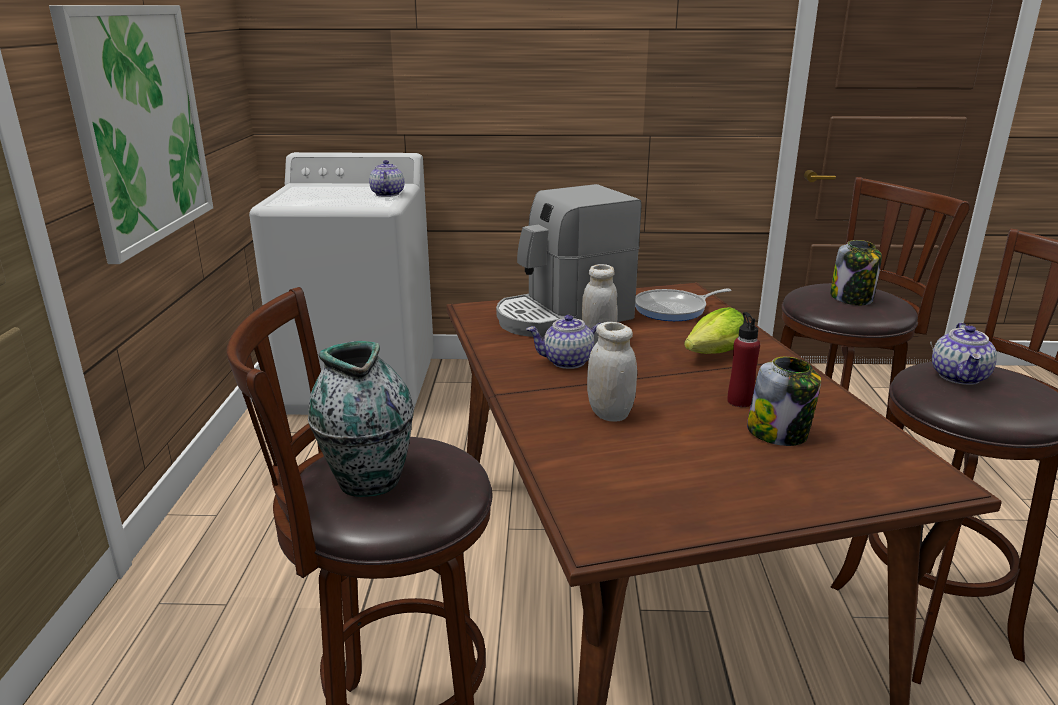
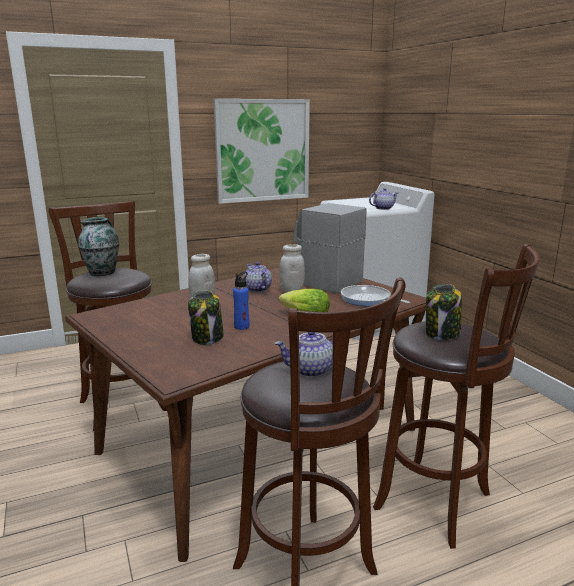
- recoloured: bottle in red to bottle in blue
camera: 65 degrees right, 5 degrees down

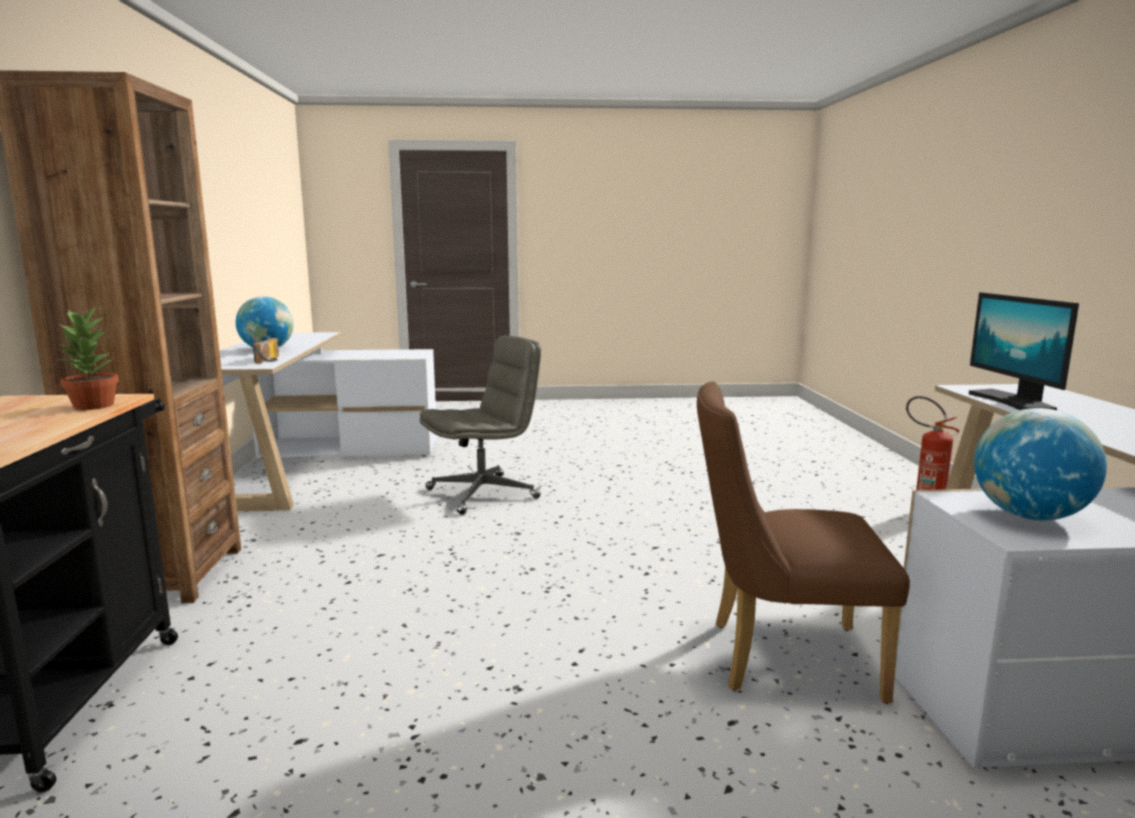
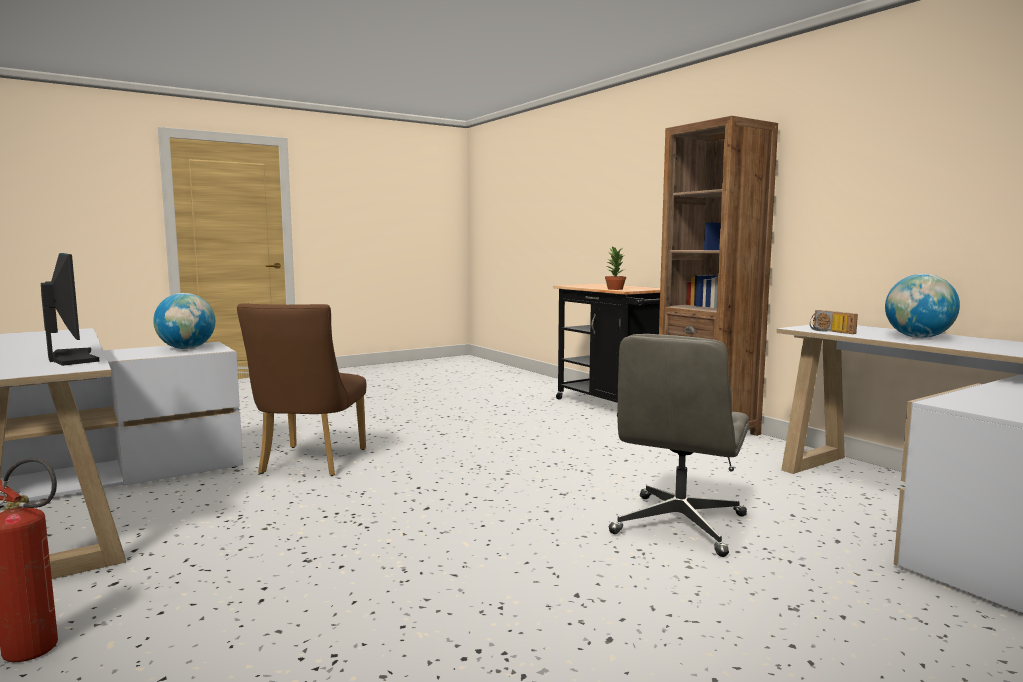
- turned: chair in brown 120 degrees clockwise
camera: 150 degrees right, 5 degrees down

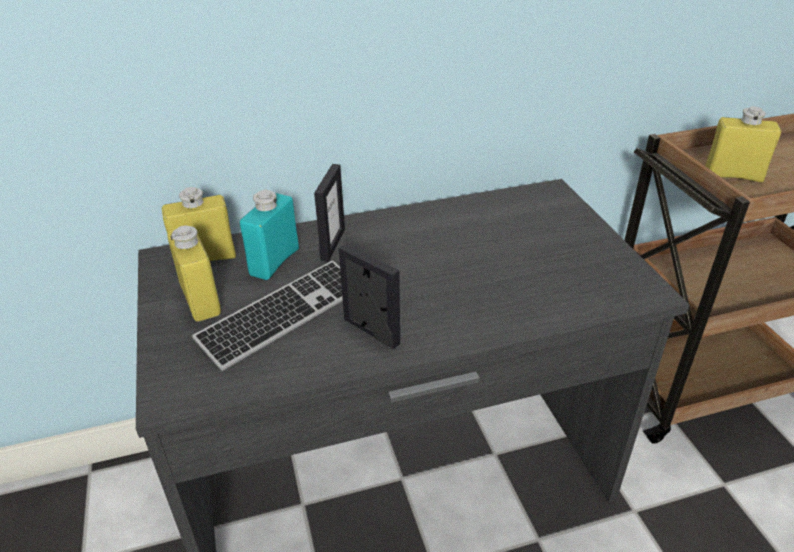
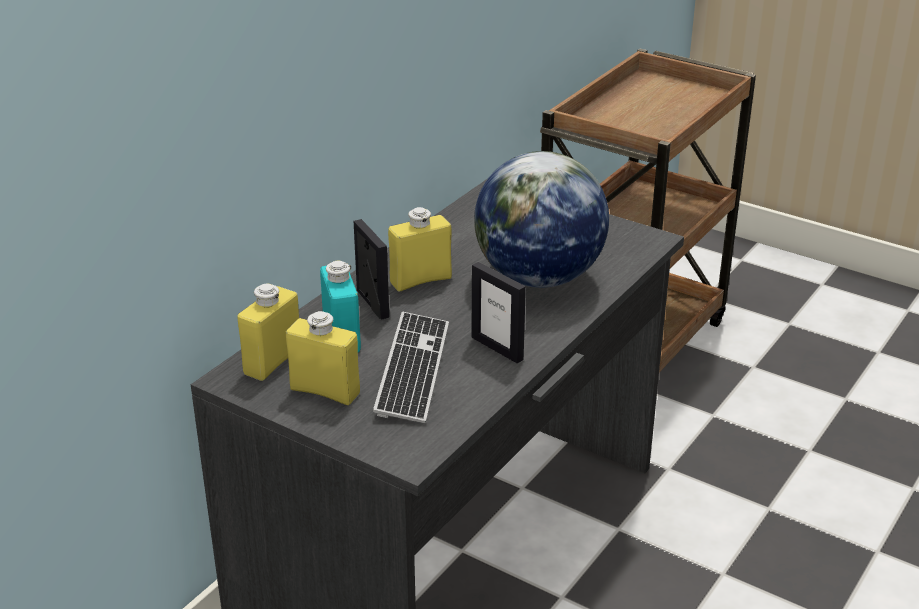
- moved: bottle in yellow (3rd from left)
- turned: picture frame (2nd from left) 135 degrees counterclockwise
- added: globe
camera: 40 degrees left, 5 degrees down

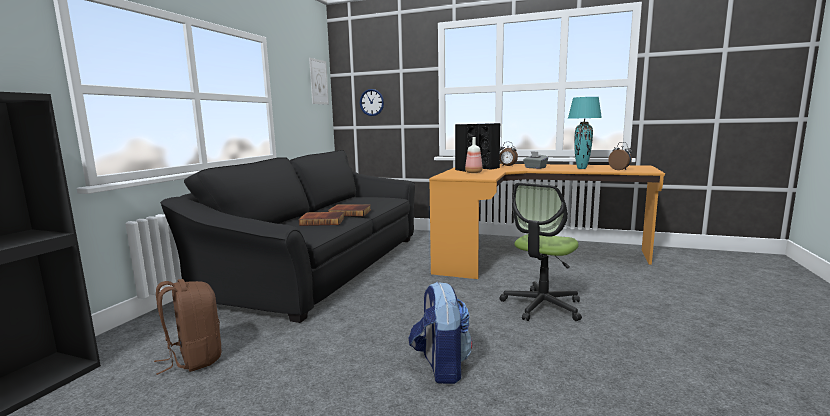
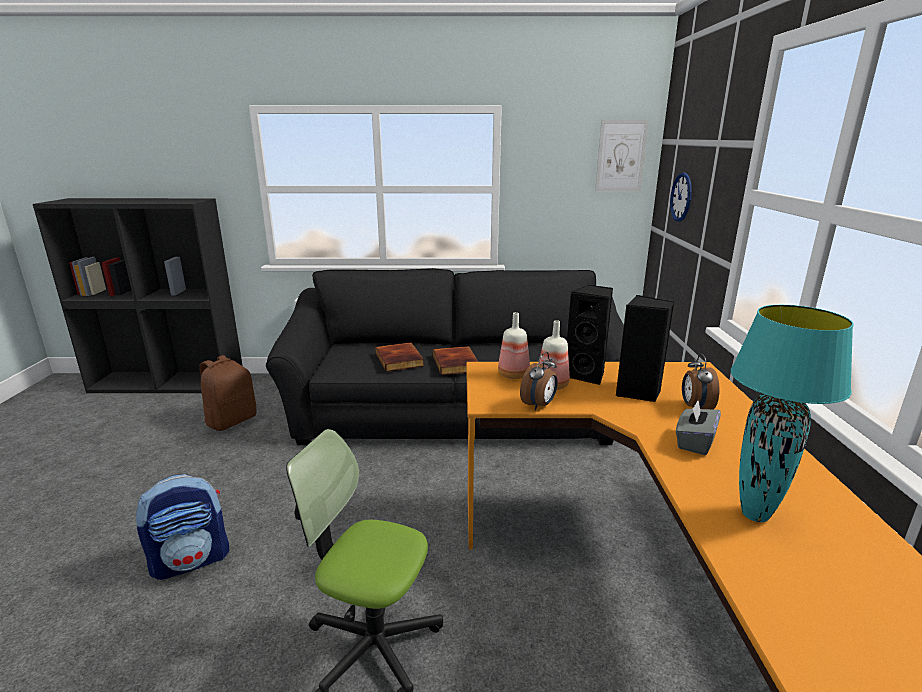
- added: bottle (1st from left)
- moved: alarm clock (2nd from left in the first image) to alarm clock (1st from left)
camera: 70 degrees right, 10 degrees up

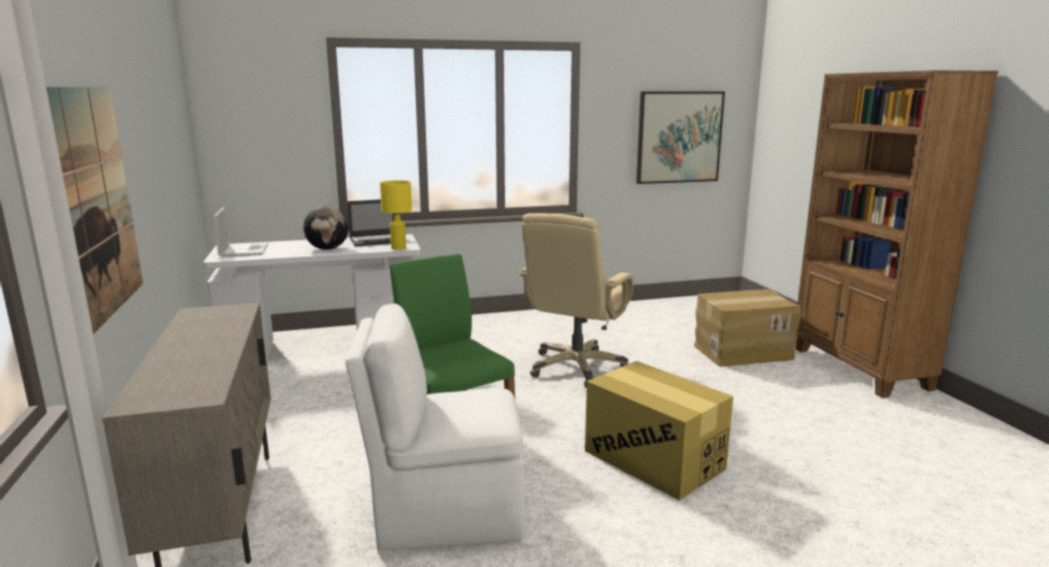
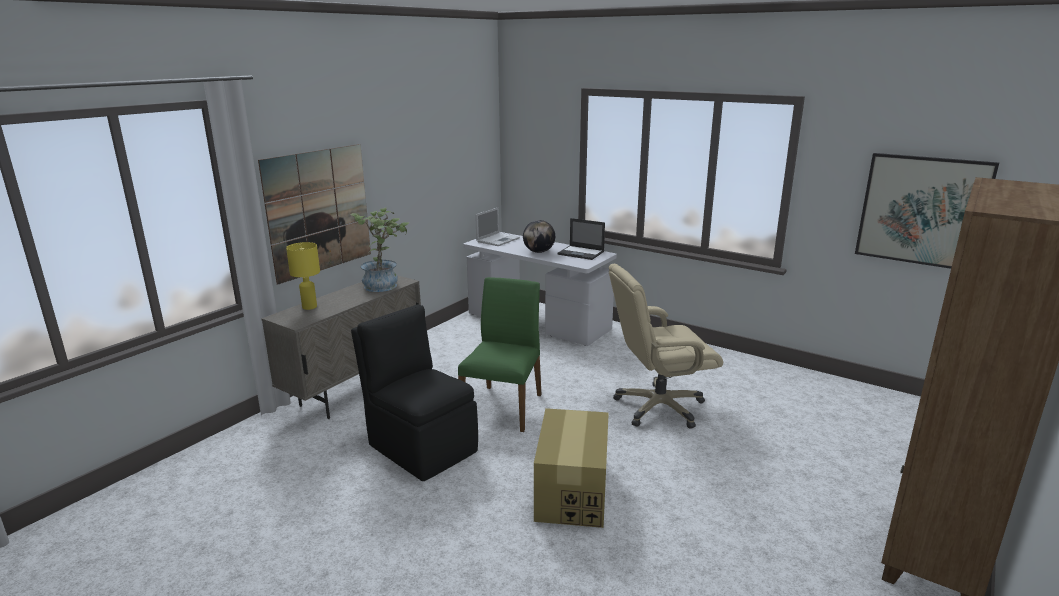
- moved: table lamp in yellow
- added: potted plant
- recoloured: chair in white to chair in black
- removed: cardboard box (2nd from left)
camera: 50 degrees right, 5 degrees up

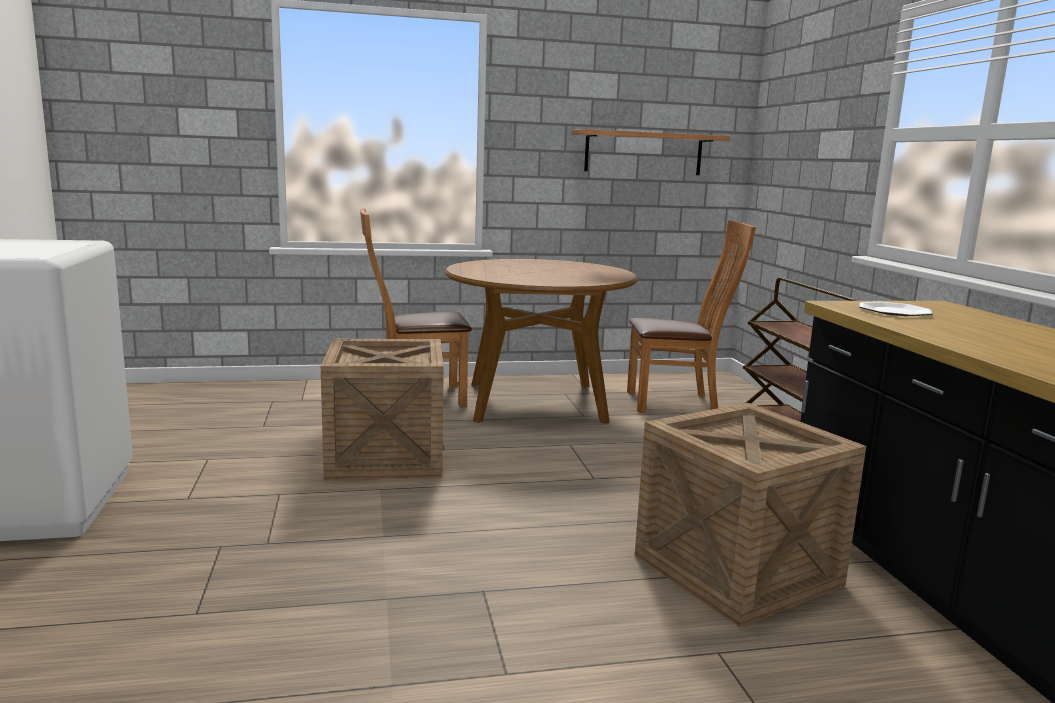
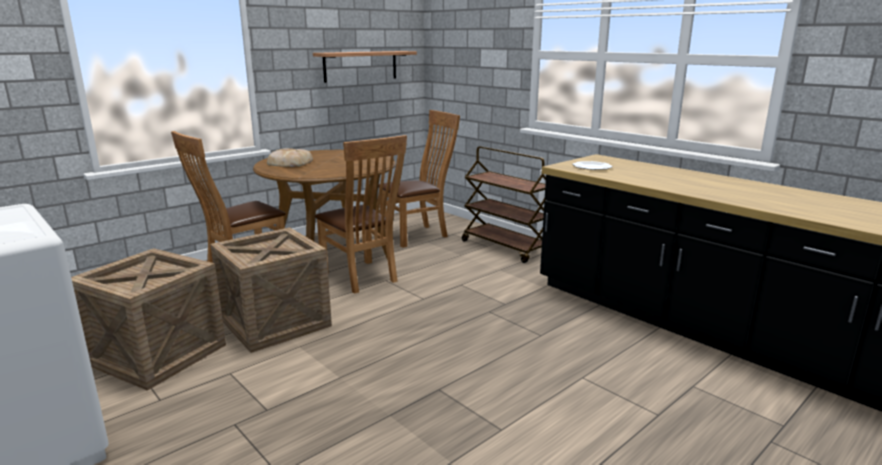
- moved: crate (2nd from left in the first image) to crate (1st from left)
- added: bread
- added: chair in brown (2nd from left)
camera: 30 degrees left, 5 degrees up

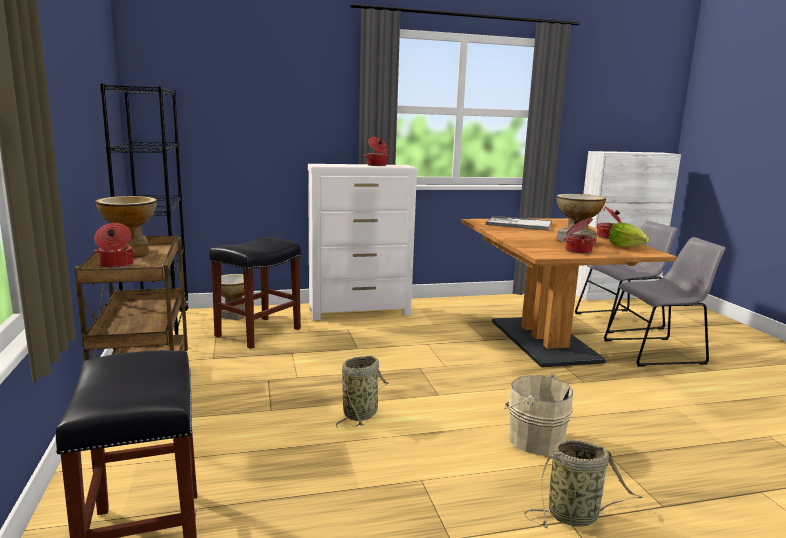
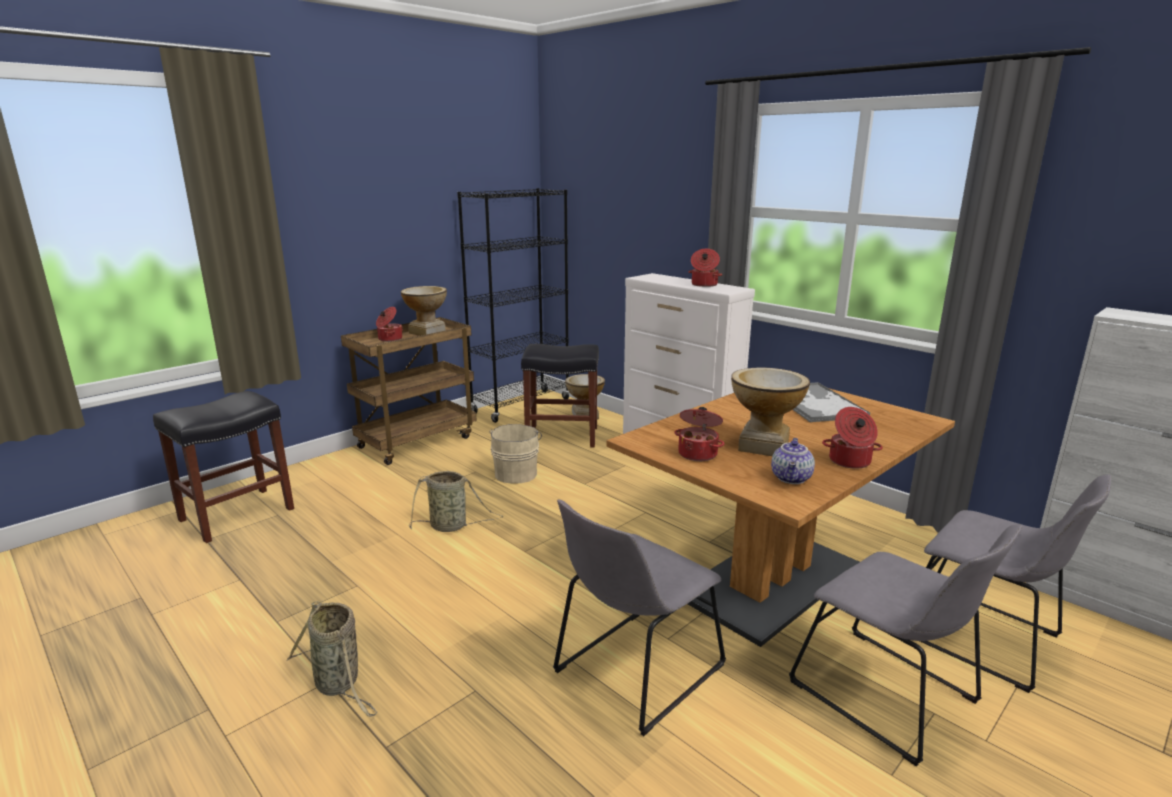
- moved: bucket in beige
- added: chair in grey (1st from left)
- replaced: lettuce to teapot
camera: 60 degrees right, 5 degrees up

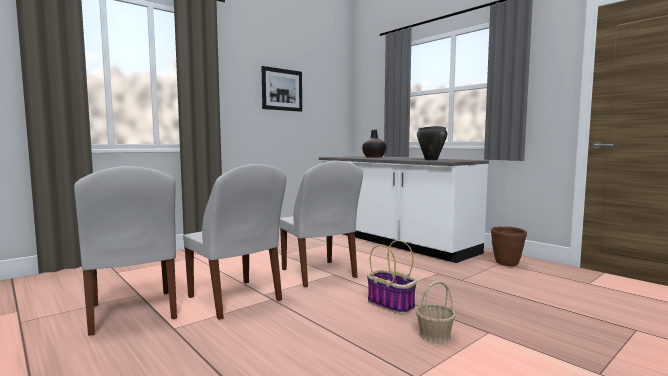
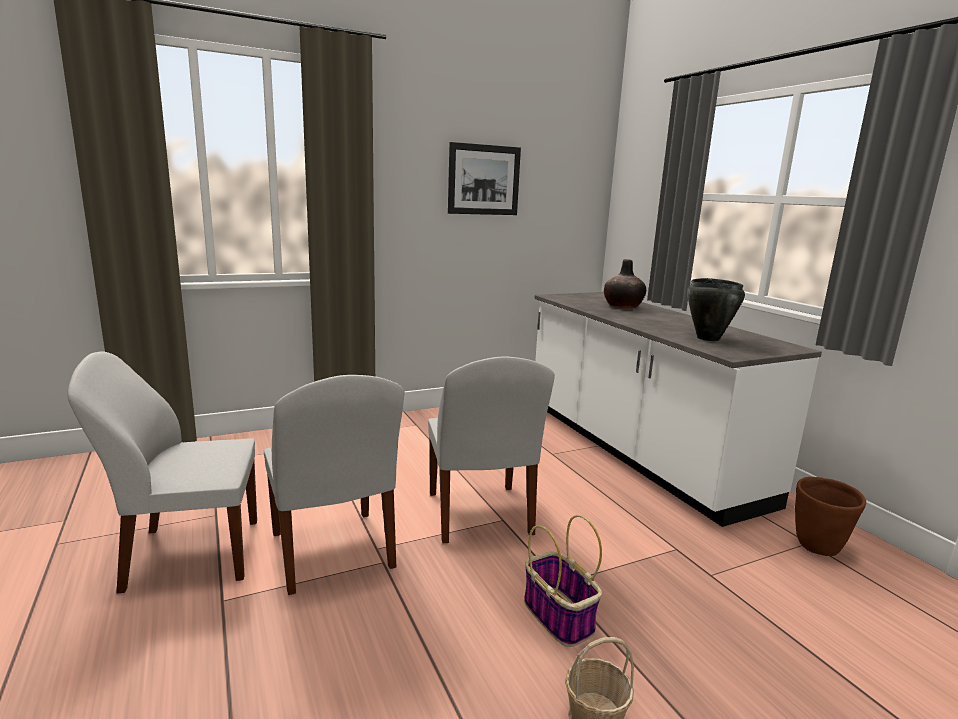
- turned: chair in white (1st from left) 90 degrees clockwise
camera: 15 degrees right, 10 degrees up

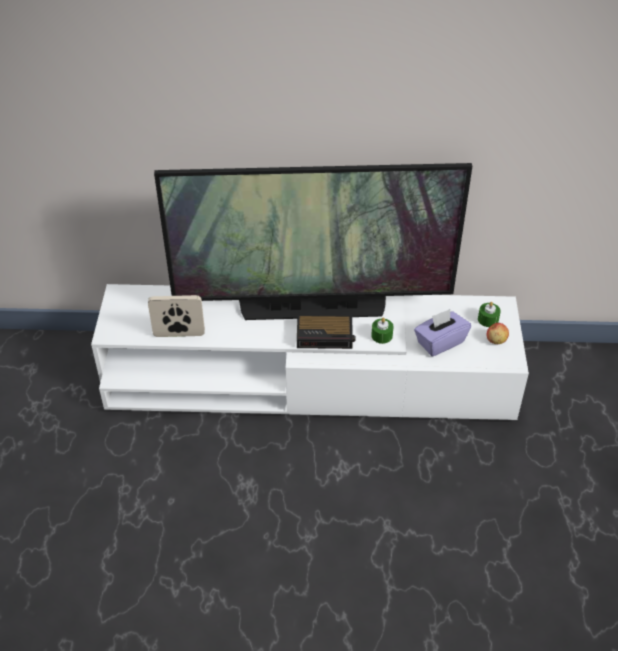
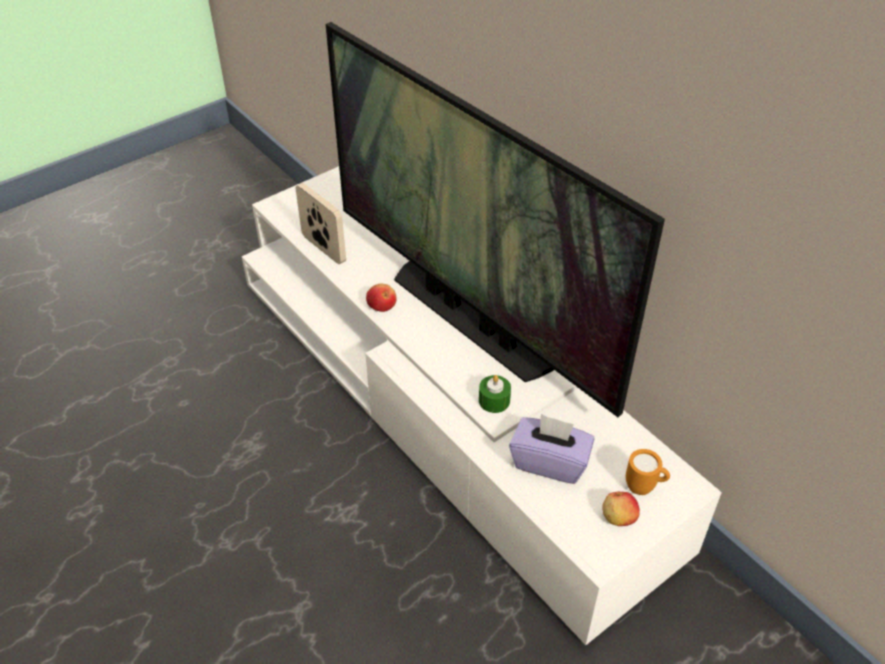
- added: apple (1st from left)
- replaced: candle in green (2nd from left) to mug in orange
- removed: alarm clock
camera: 50 degrees right, 0 degrees up

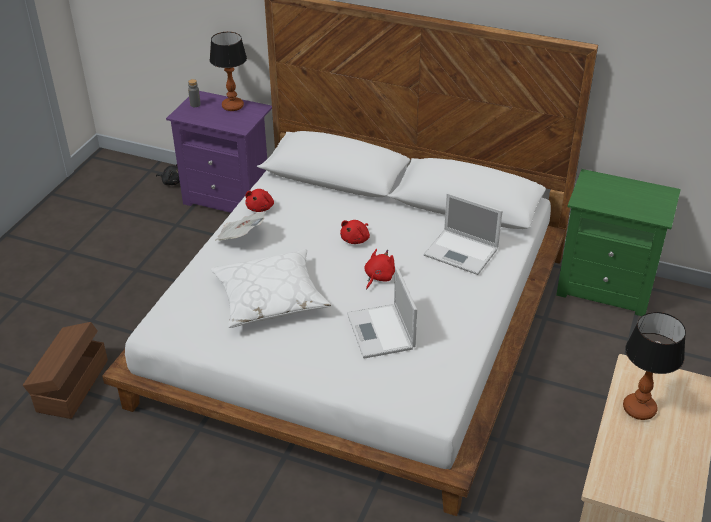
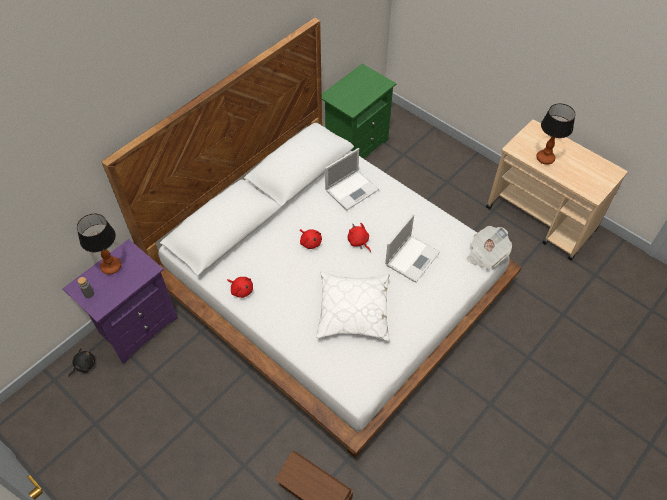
- turned: laptop (1st from left in the first image) 60 degrees counterclockwise
- moved: newspaper
camera: 70 degrees left, 15 degrees up

